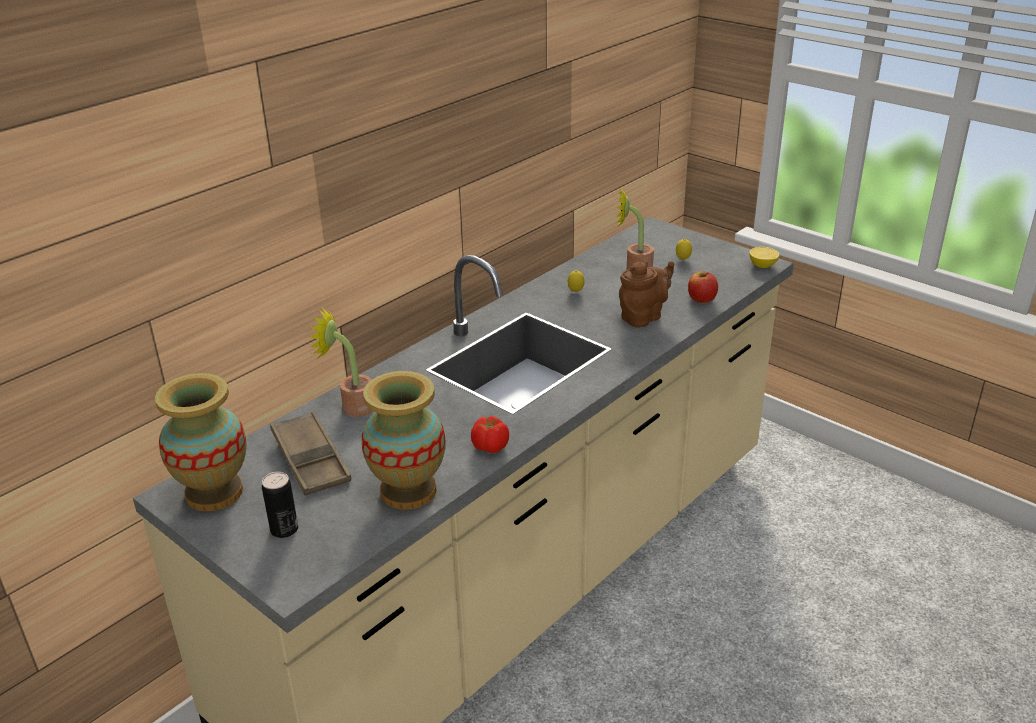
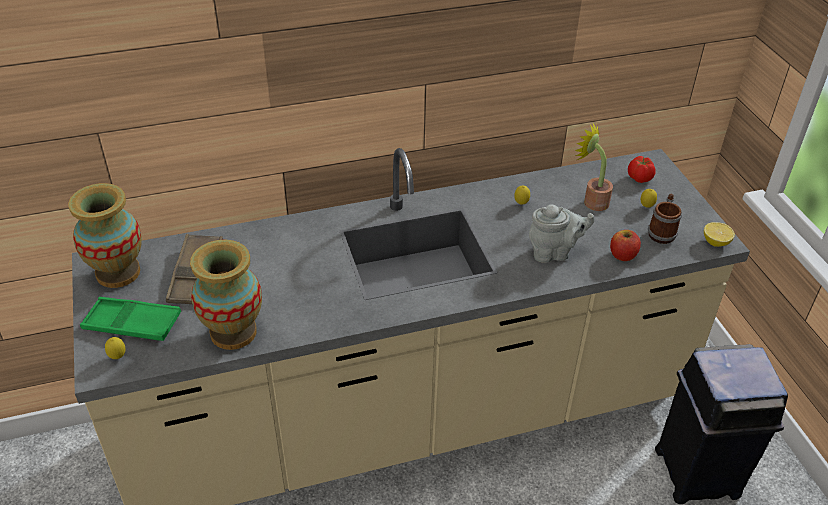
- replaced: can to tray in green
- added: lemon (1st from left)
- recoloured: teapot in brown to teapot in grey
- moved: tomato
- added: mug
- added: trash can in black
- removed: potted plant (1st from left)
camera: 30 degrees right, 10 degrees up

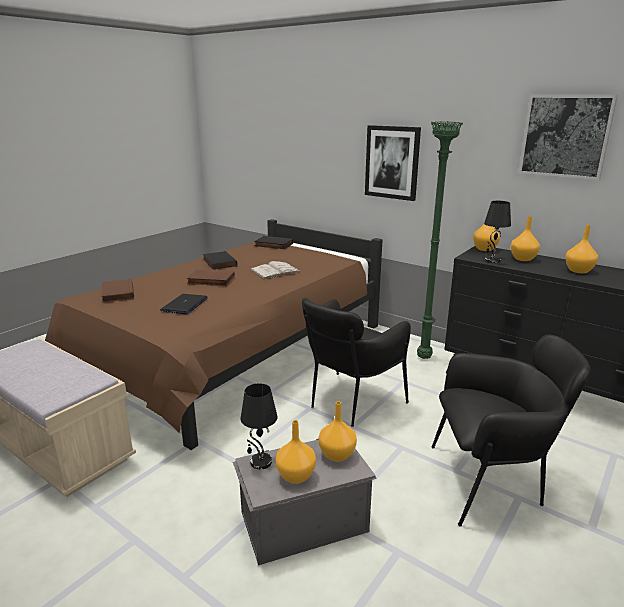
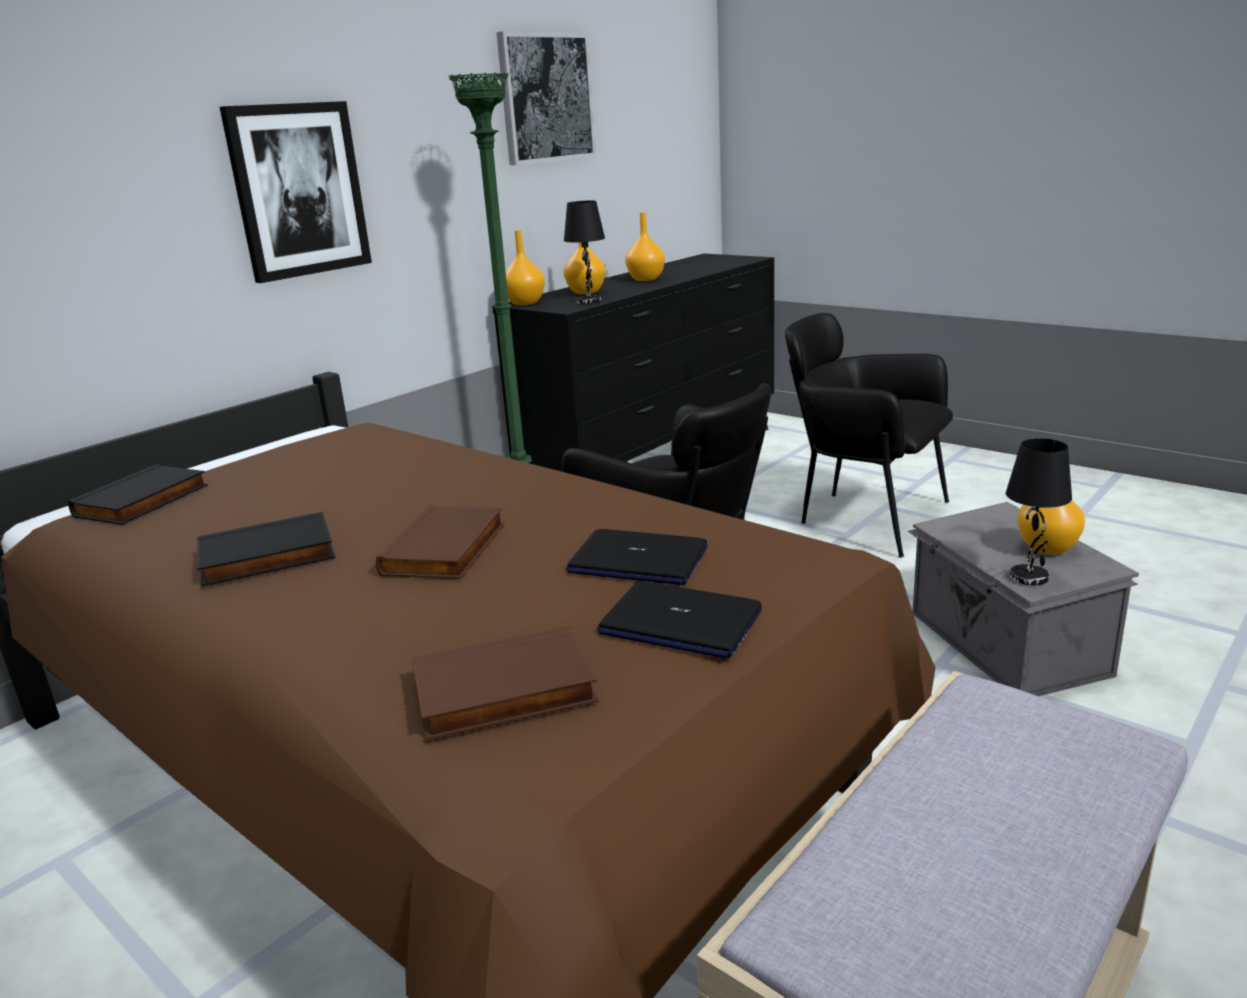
- added: laptop (2nd from left)
- turned: armchair in black (2nd from left) 60 degrees counterclockwise
- removed: book in white
- removed: vase in orange (2nd from left)
camera: 85 degrees left, 0 degrees up

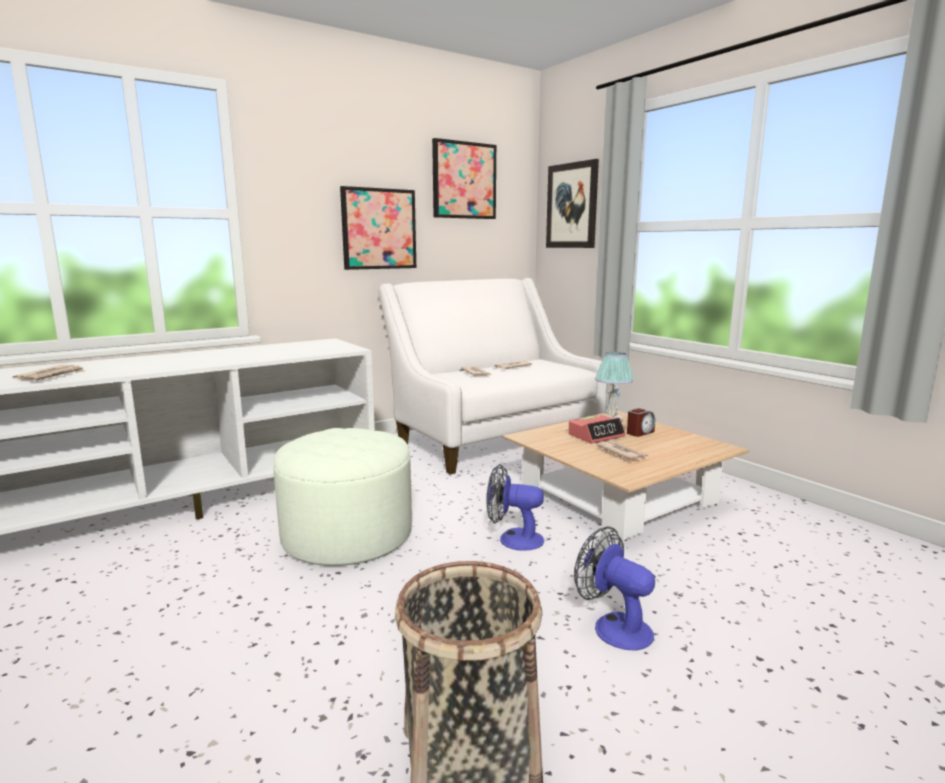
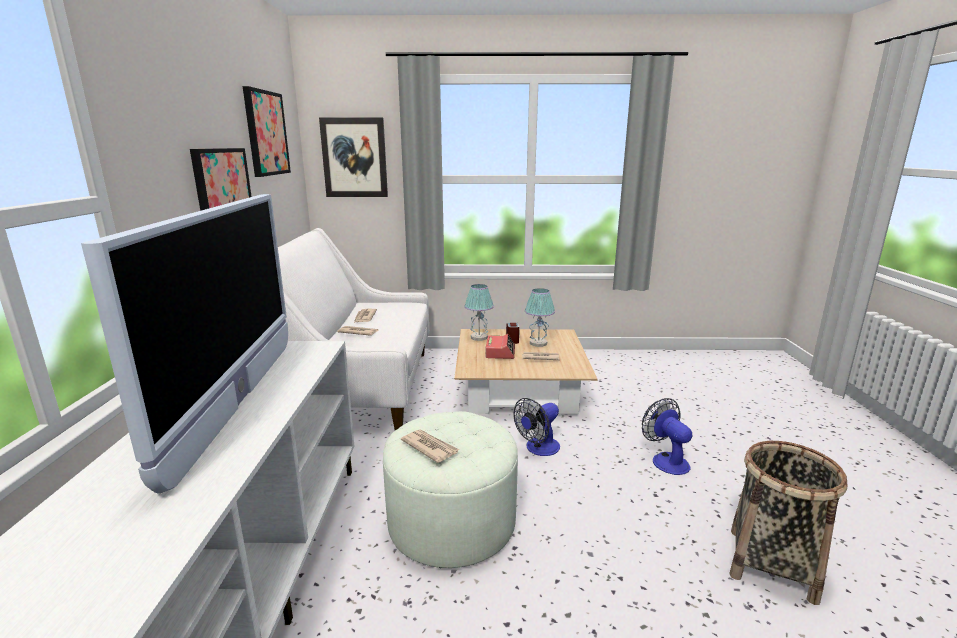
- added: television
- moved: newspaper (1st from left in the first image) to newspaper (3rd from left)
- added: table lamp (2nd from left)
- turned: fan (2nd from left) 75 degrees clockwise
camera: 55 degrees left, 5 degrees up

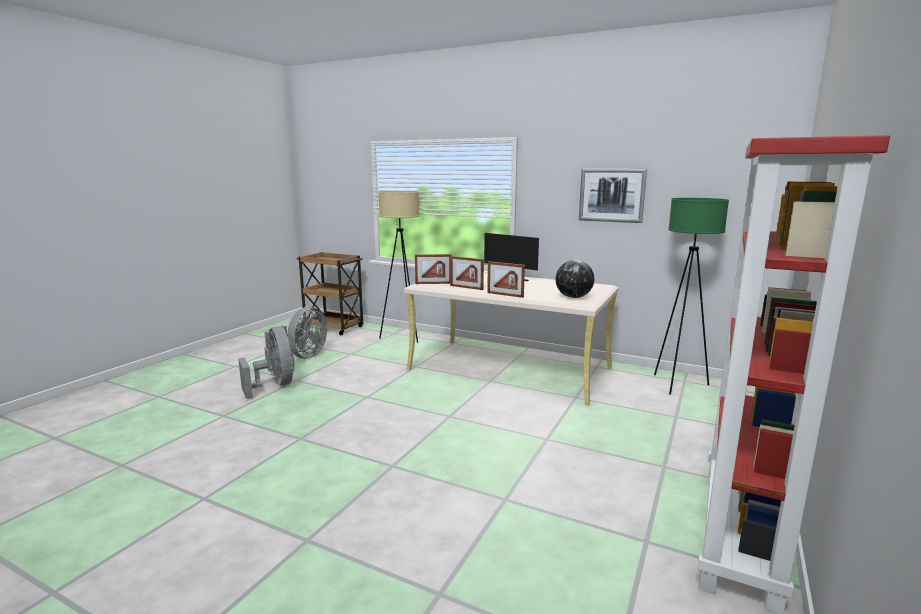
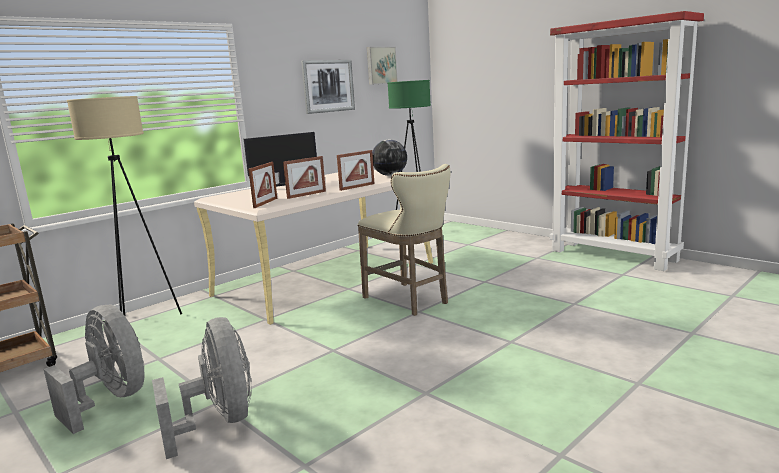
- turned: fan in grey (1st from left in the first image) 75 degrees clockwise
- added: stool in beige
- added: picture (2nd from left)
camera: 70 degrees left, 0 degrees up

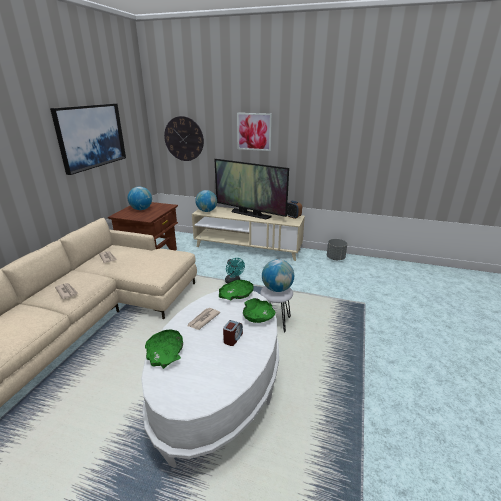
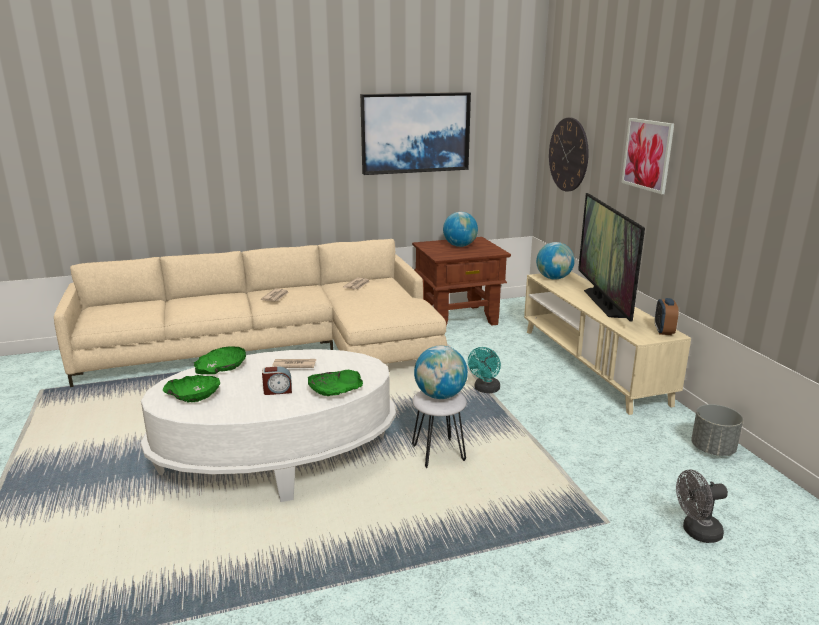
- moved: bowl in green (2nd from left in the first image) to bowl in green (1st from left)
- added: fan in grey
camera: 55 degrees right, 5 degrees down

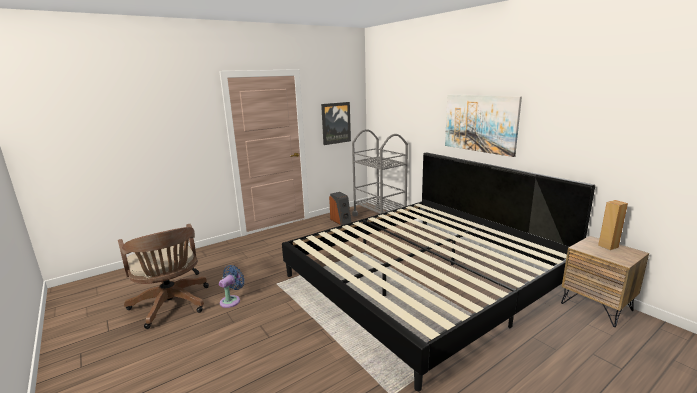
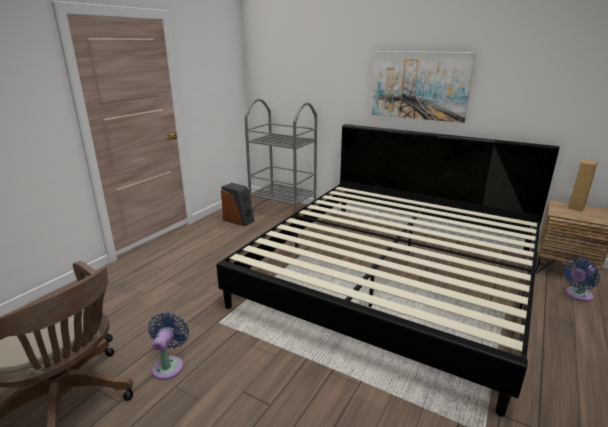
- added: fan in blue (2nd from left)
- removed: picture (1st from left)
camera: 25 degrees left, 5 degrees up

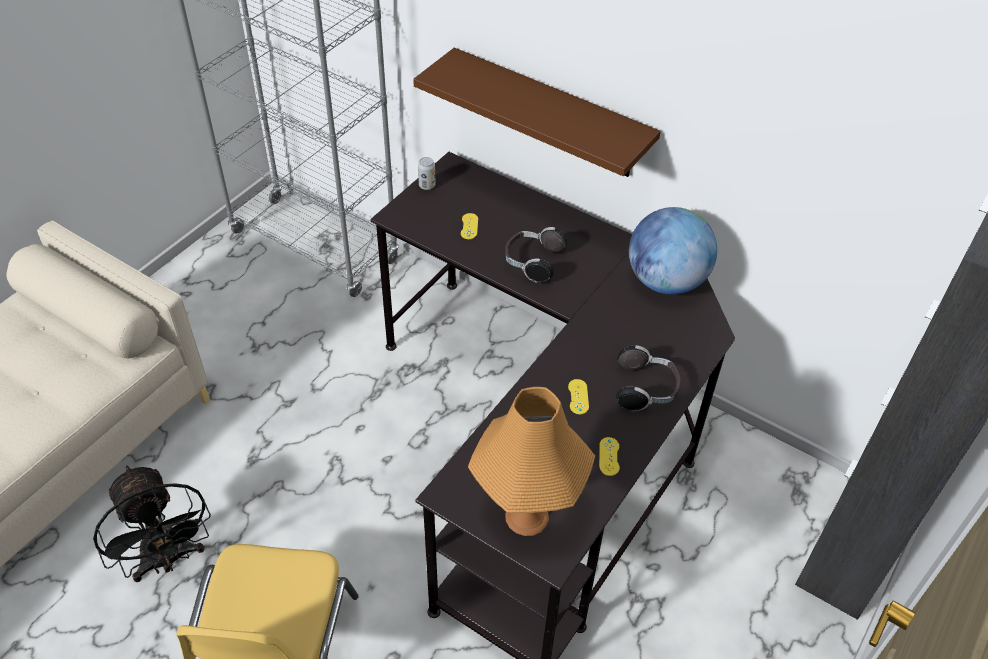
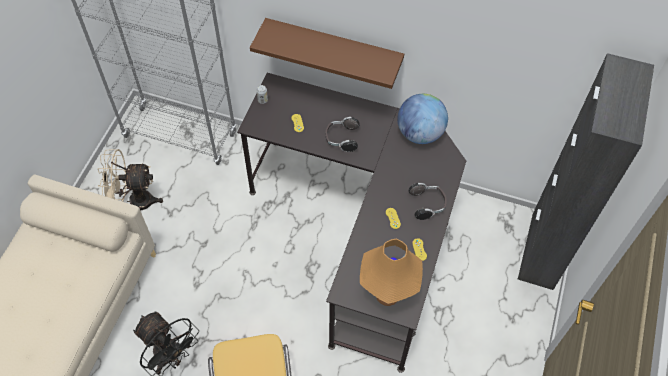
- added: fan in beige
camera: 15 degrees left, 10 degrees up

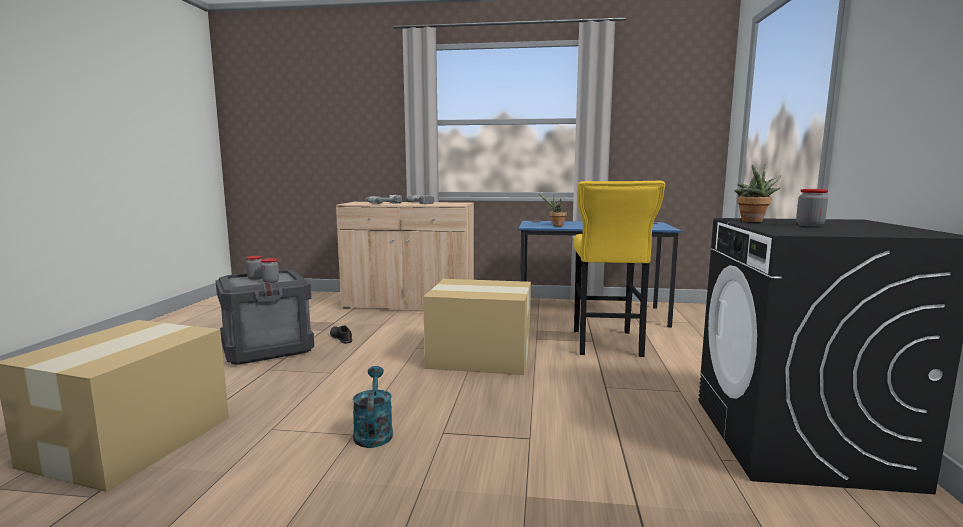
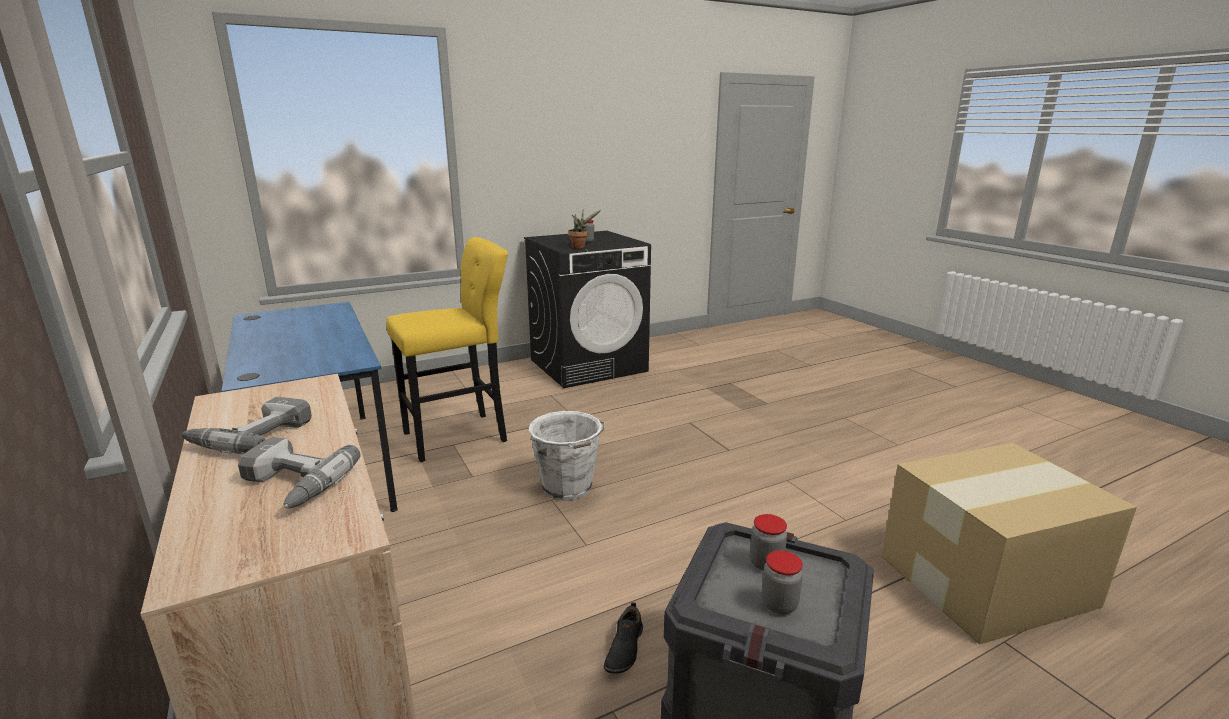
- replaced: cardboard box (2nd from left) to bucket in white
- removed: watering can in turquoise
- removed: potted plant (1st from left)
camera: 125 degrees left, 10 degrees up

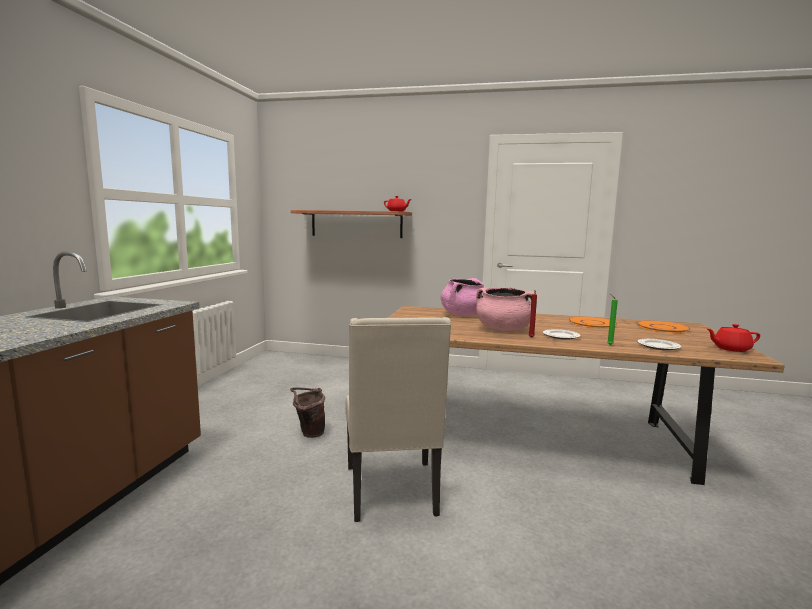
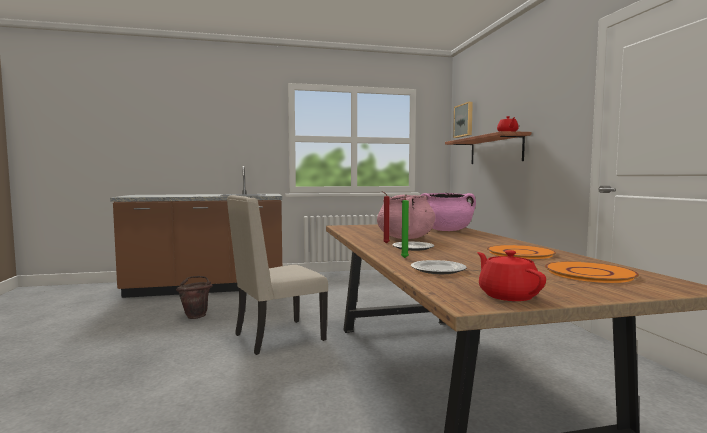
- moved: bucket in brown
- added: picture
camera: 65 degrees right, 5 degrees down

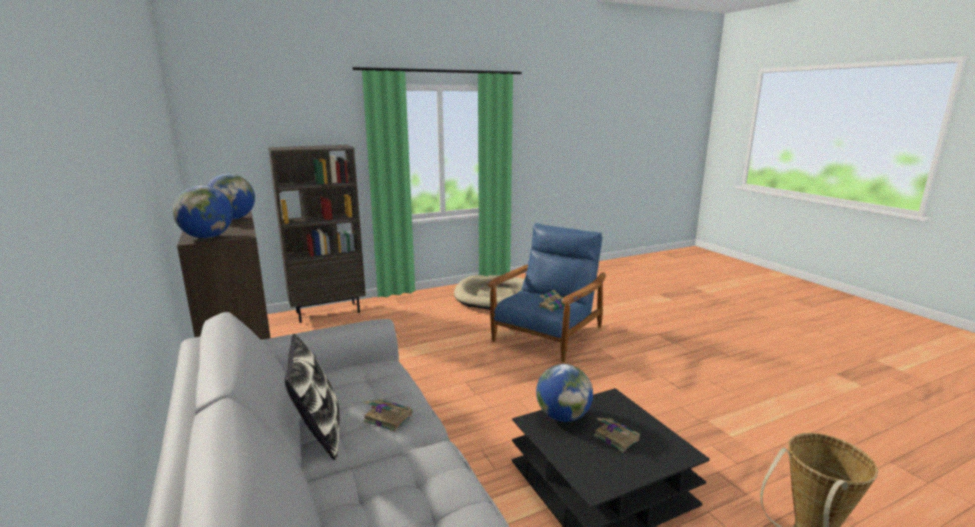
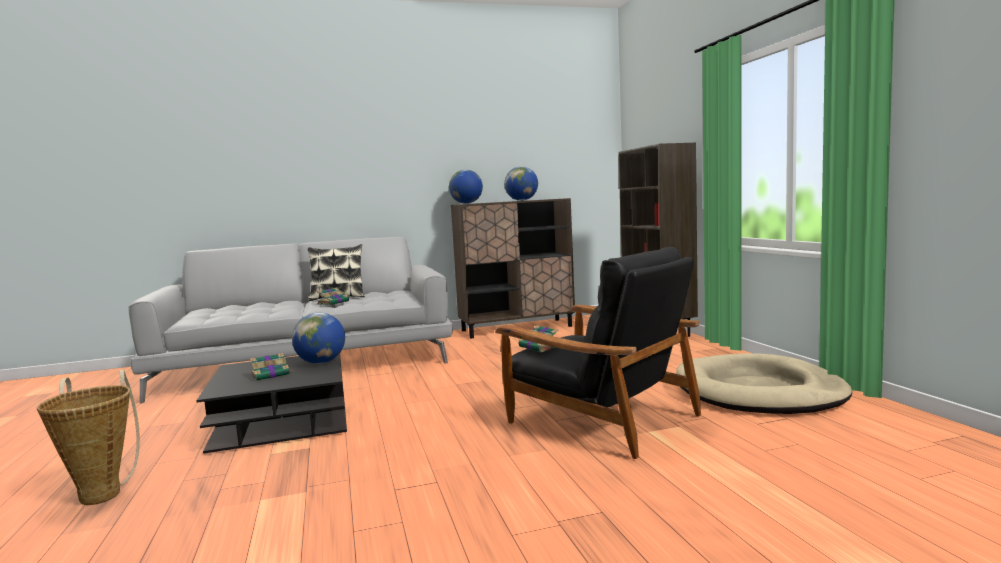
- recoloured: armchair in blue to armchair in black
camera: 100 degrees right, 10 degrees down

